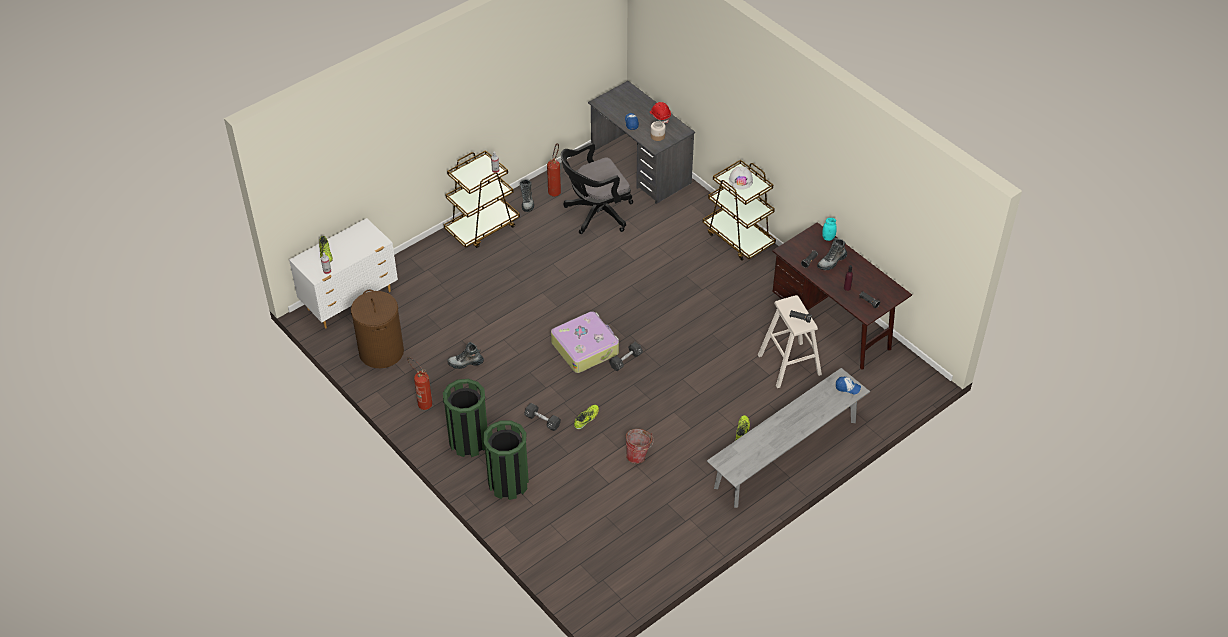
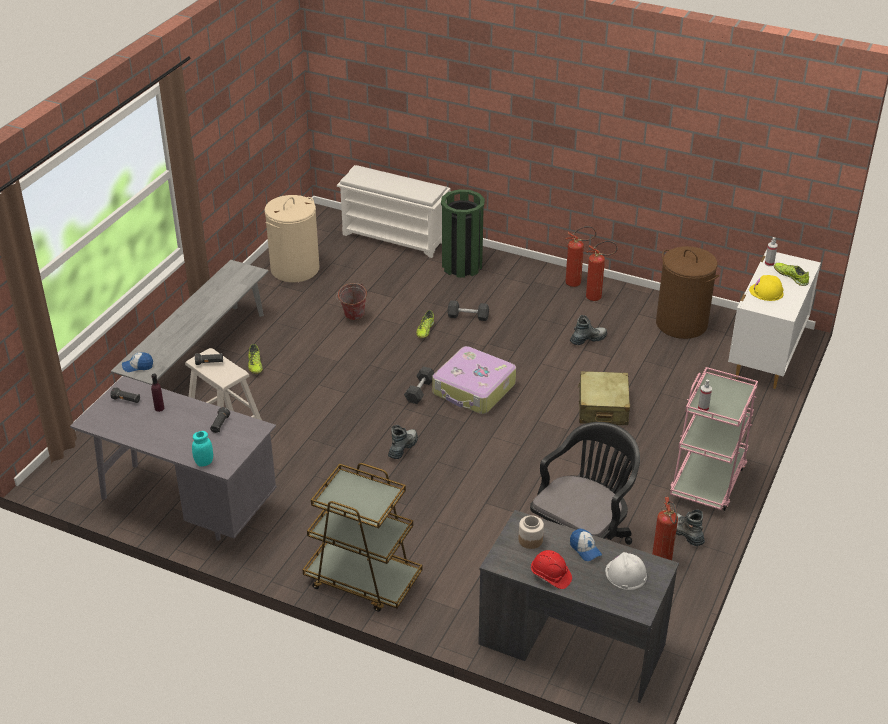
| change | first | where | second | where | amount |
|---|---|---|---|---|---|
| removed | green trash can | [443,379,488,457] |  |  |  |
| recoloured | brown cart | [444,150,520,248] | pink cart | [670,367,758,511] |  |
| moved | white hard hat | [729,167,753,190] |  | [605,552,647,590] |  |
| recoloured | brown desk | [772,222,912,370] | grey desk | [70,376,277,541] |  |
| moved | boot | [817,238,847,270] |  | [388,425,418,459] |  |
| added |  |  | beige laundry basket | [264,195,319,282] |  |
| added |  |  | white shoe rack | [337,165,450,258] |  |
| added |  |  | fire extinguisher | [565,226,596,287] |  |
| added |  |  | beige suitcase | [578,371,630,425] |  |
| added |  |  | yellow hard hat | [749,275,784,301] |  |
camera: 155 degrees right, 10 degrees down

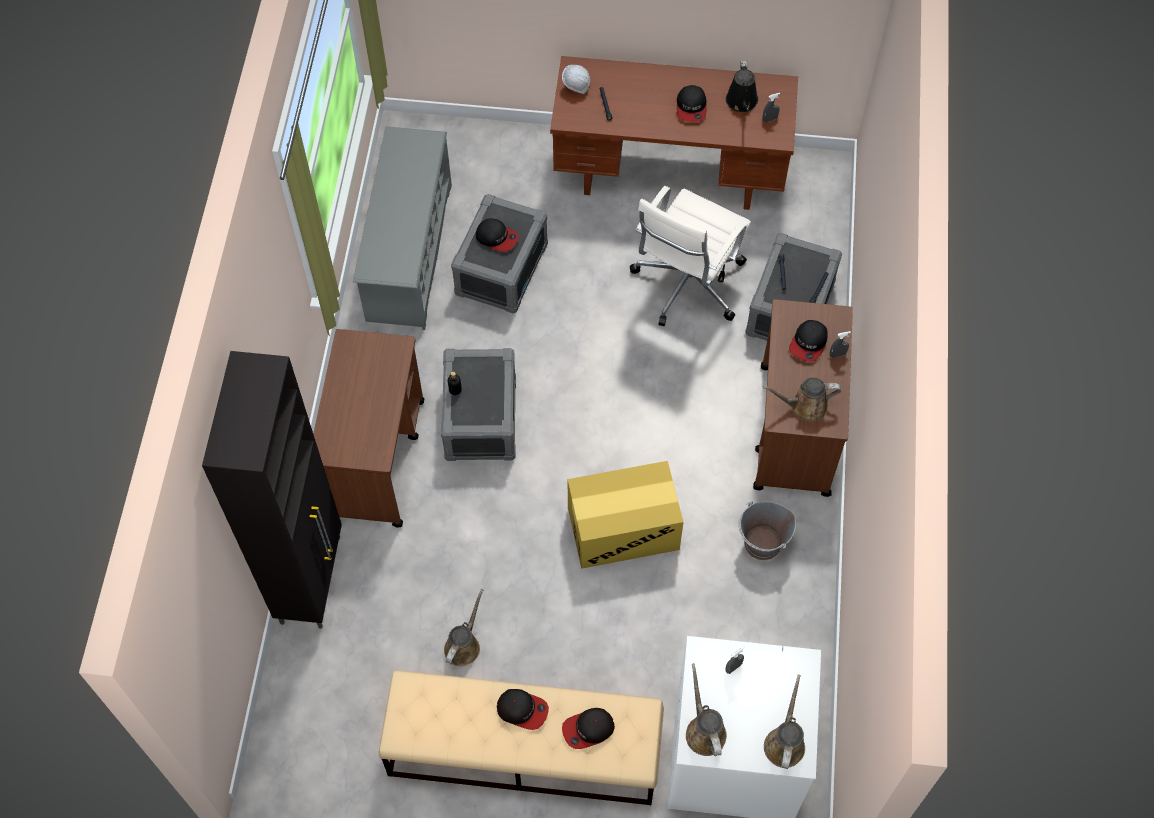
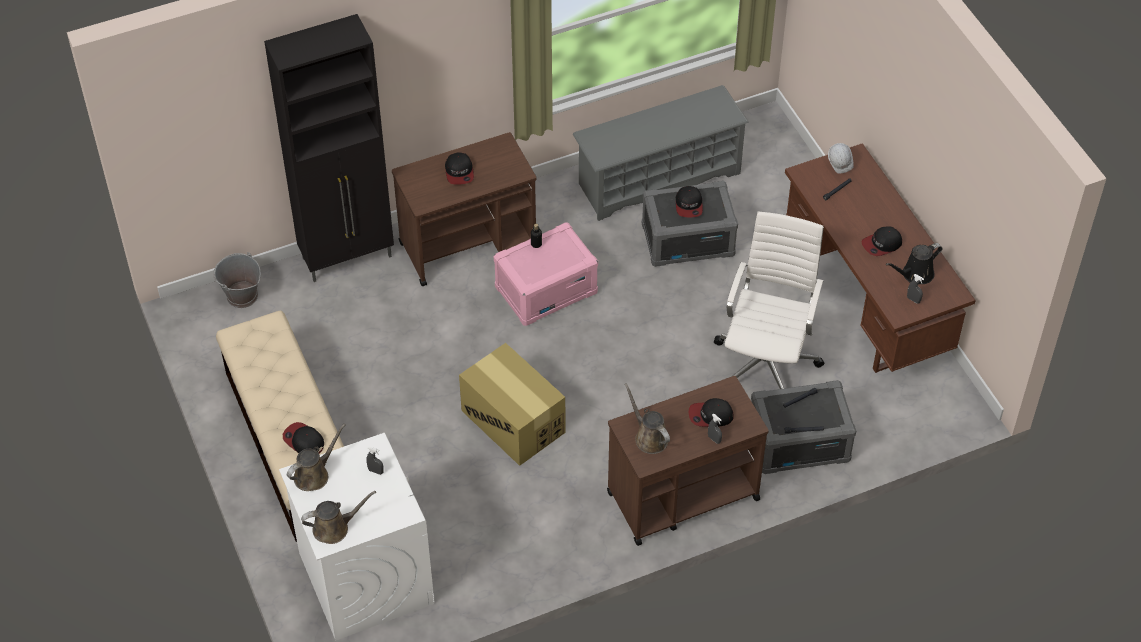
| change | first | where | second | where | amount |
|---|---|---|---|---|---|
| recoloured | grey storage box | [441,348,516,461] | pink storage box | [494,222,598,326] |  |
| removed | brown watering can | [444,589,483,666] |  |  |  |
| moved | cap | [497,689,549,730] |  | [445,152,474,185] |  |
| turned | white office chair | [630,186,751,326] |  | [714,212,824,389] | 105 degrees clockwise |
| moved | grey bucket | [739,501,796,560] |  | [213,252,261,308] |  |
camera: 60 degrees right, 10 degrees down

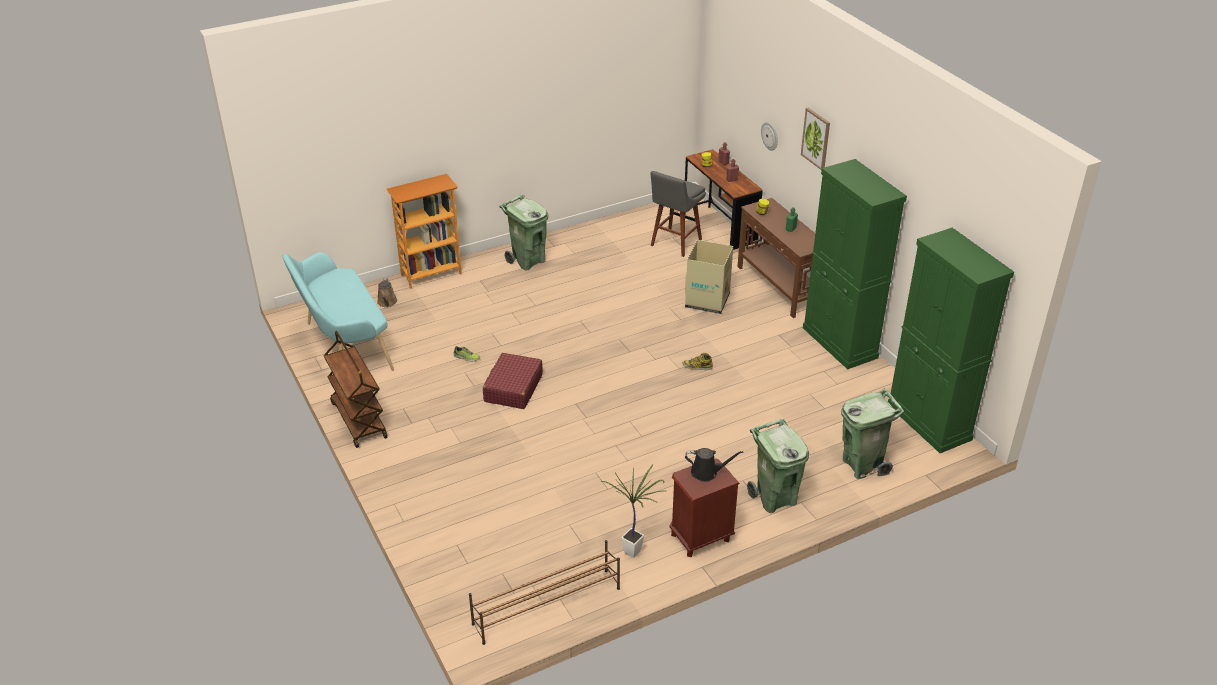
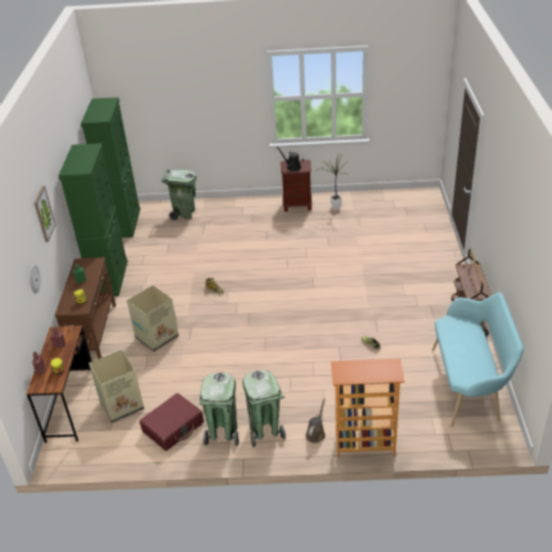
| change | first | where | second | where | amount |
|---|---|---|---|---|---|
| moved | brown watering can | [377,278,397,307] |  | [305,398,325,443] |  |
| removed | brown shoe rack | [469,540,620,645] |  |  |  |
| moved | red suitcase | [483,353,543,409] |  | [139,393,204,451] |  |
| replaced | grey stool | [650,171,706,257] | cardboard box | [89,350,144,423] |  |
| moved | green trash can | [747,419,809,513] |  | [199,373,239,446] |  |
camera: 150 degrees left, 0 degrees up

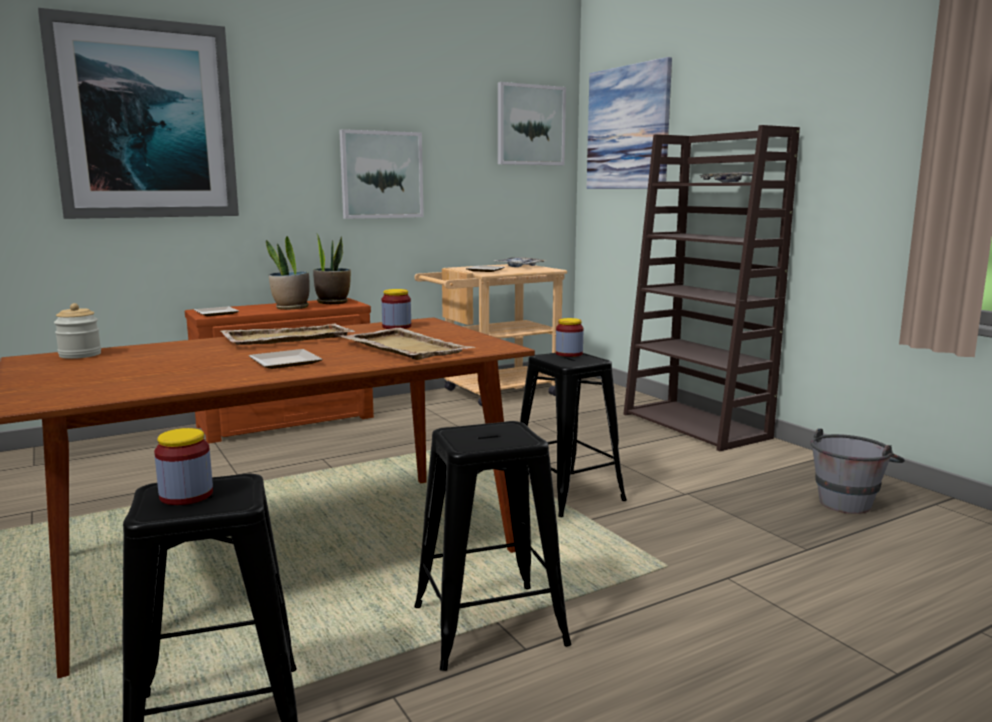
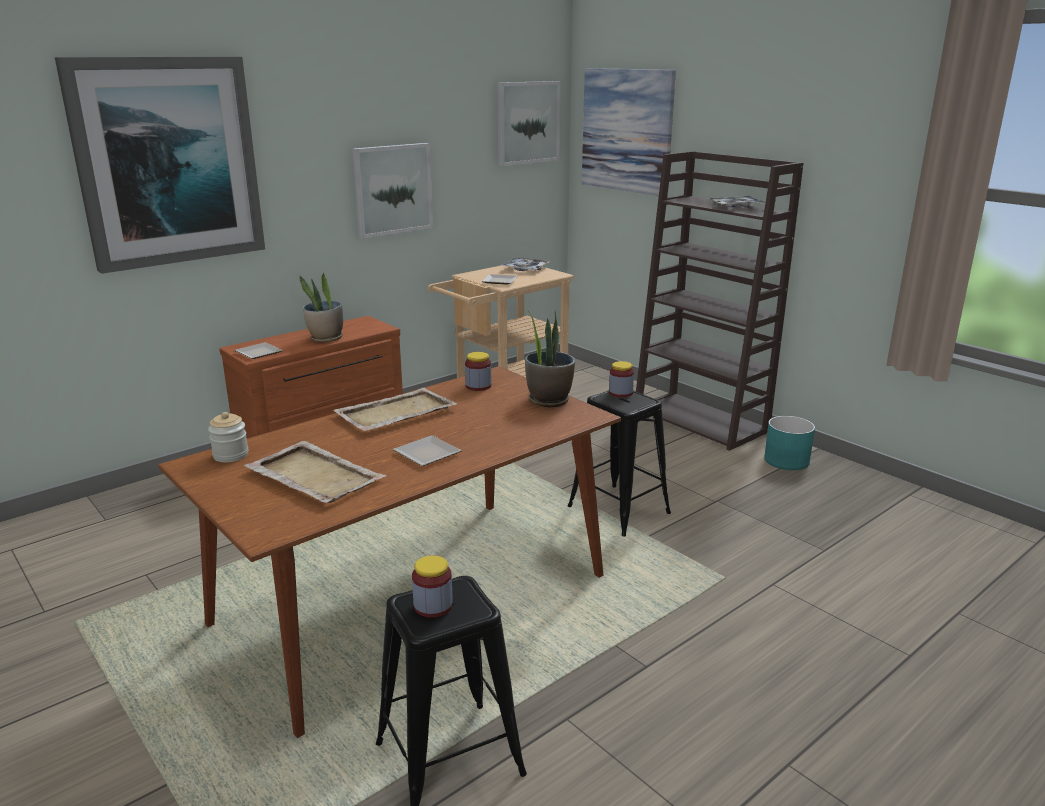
| change | first | where | second | where | amount |
|---|---|---|---|---|---|
| moved | potted plant | [313,233,351,304] |  | [525,310,575,408] |  |
| moved | beige tray | [340,328,475,360] |  | [244,441,386,503] |  |
| removed | black stool | [414,421,572,671] |  |  |  |
| removed | grey bucket | [811,428,905,514] |  |  |  |
| added |  |  | turquoise planter | [764,416,815,470] |  |
camera: 10 degrees left, 10 degrees up

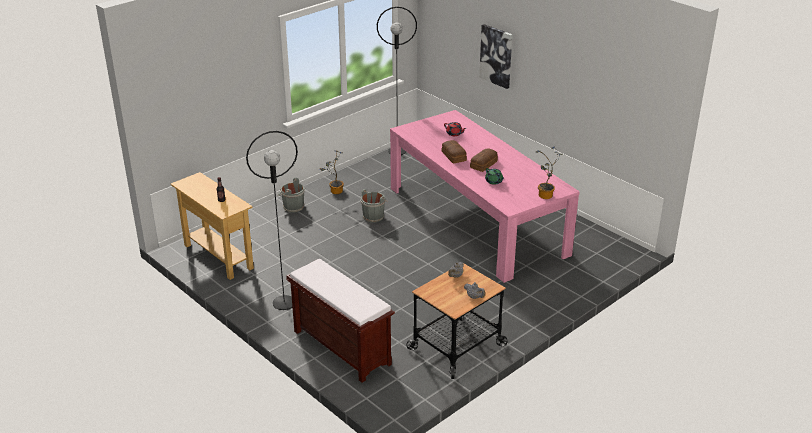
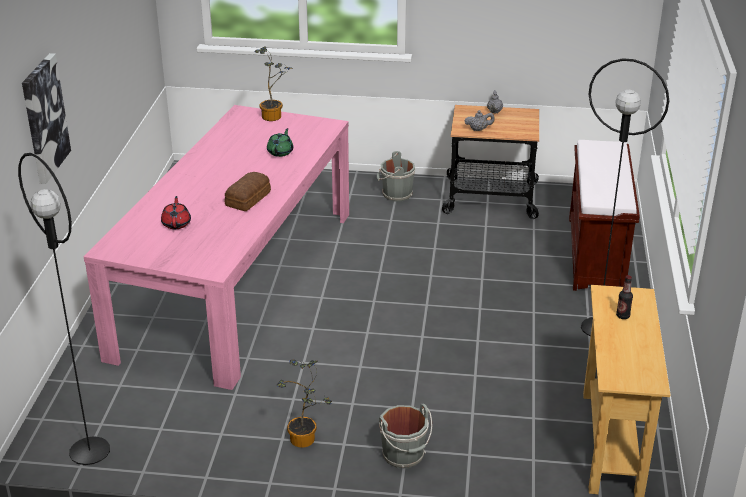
| change | first | where | second | where | amount |
|---|---|---|---|---|---|
| moved | grey bucket | [361,189,388,223] |  | [377,151,415,202] |  |
| removed | bread | [470,148,498,172] |  |  |  |
camera: 130 degrees left, 0 degrees up

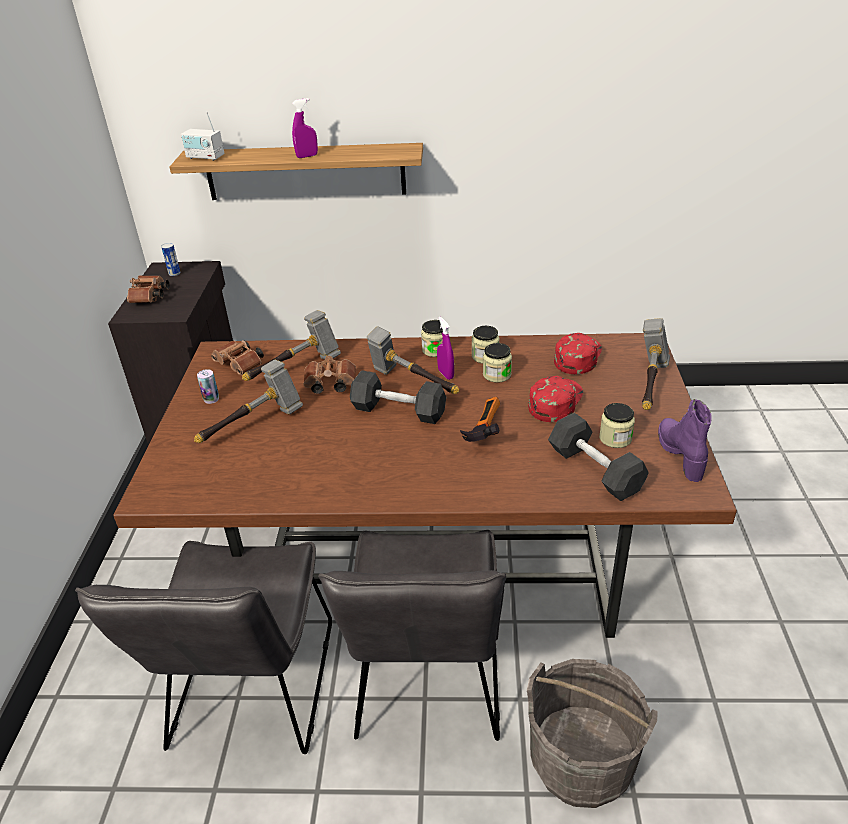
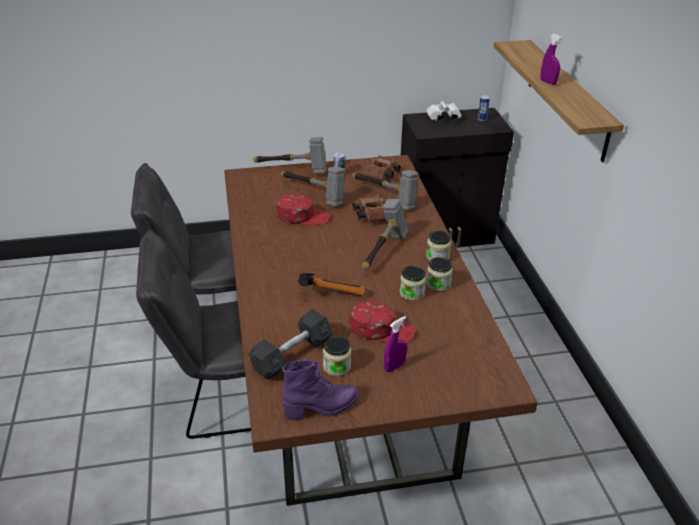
| change | first | where | second | where | amount |
|---|---|---|---|---|---|
| recoloured | brown binoculars | [127,275,170,303] | white binoculars | [426,100,461,123] |  |
| removed | radio | [181,112,224,161] |  |  |  |
| removed | grey dumbbell | [350,370,446,424] |  |  |  |
| moved | purple spray bottle | [437,317,454,380] |  | [384,316,407,372] |  |
| removed | grey bucket | [527,659,658,808] |  |  |  |
| moved | red cap | [554,333,602,374] |  | [276,194,330,226] |  |
| moved | hammer | [642,318,670,410] |  | [253,137,327,174] |  |
camera: 75 degrees right, 0 degrees up

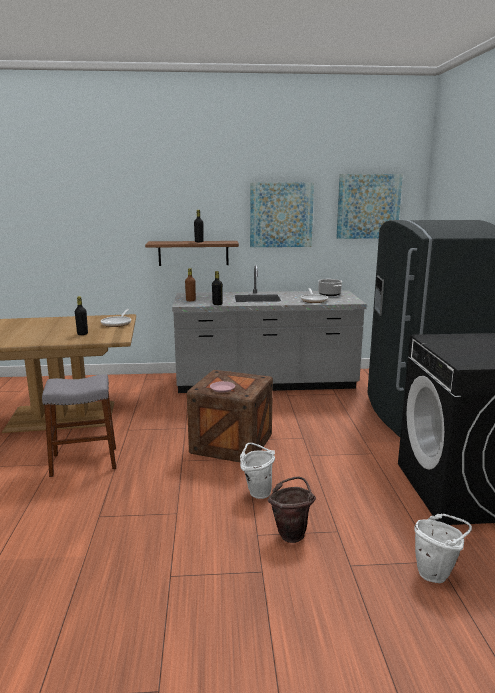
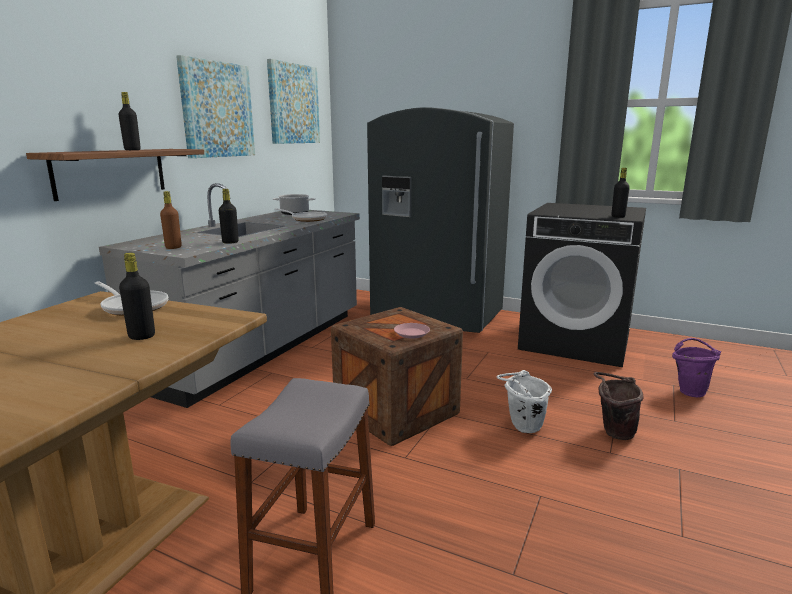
| change | first | where | second | where | amount |
|---|---|---|---|---|---|
| recoloured | white bucket | [414,514,472,583] | purple bucket | [672,338,721,397] |  |
| added |  |  | black bottle | [611,168,630,218] |  |
camera: 60 degrees left, 0 degrees up

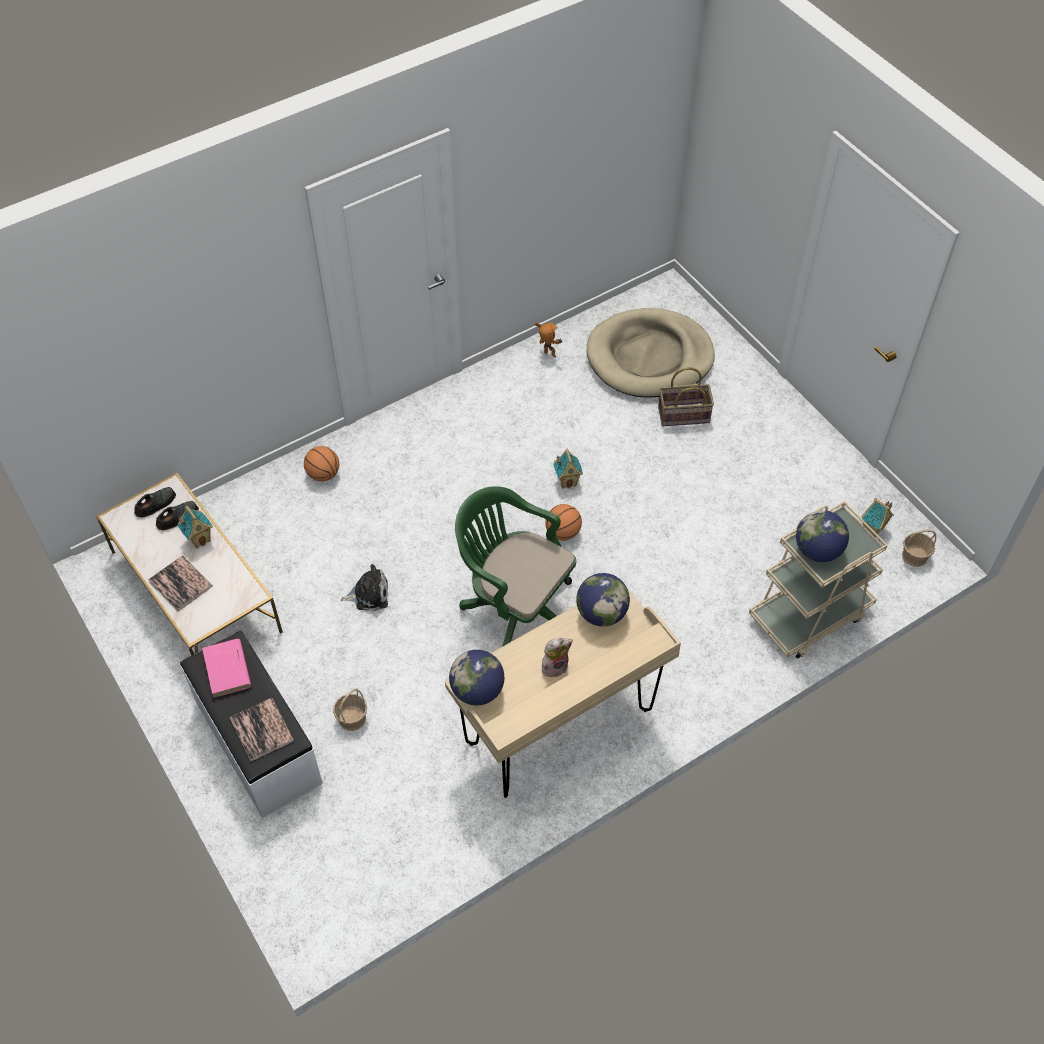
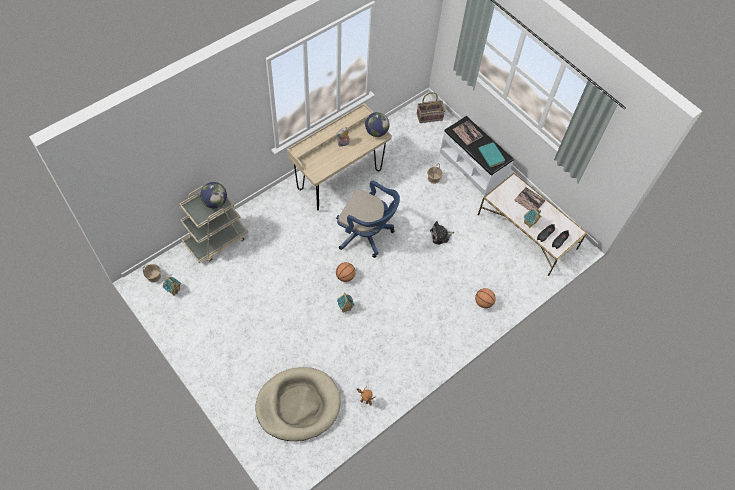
| change | first | where | second | where | amount |
|---|---|---|---|---|---|
| recoloured | pink book | [202,639,251,698] | turquoise book | [478,142,505,168] |  |
| recoloured | green office chair | [455,486,576,647] | blue office chair | [336,180,400,258] |  |
| removed | globe | [576,573,630,626] |  |  |  |
| moved | basket | [658,367,714,426] |  | [417,92,445,123] |  |
camera: 170 degrees right, 5 degrees up

